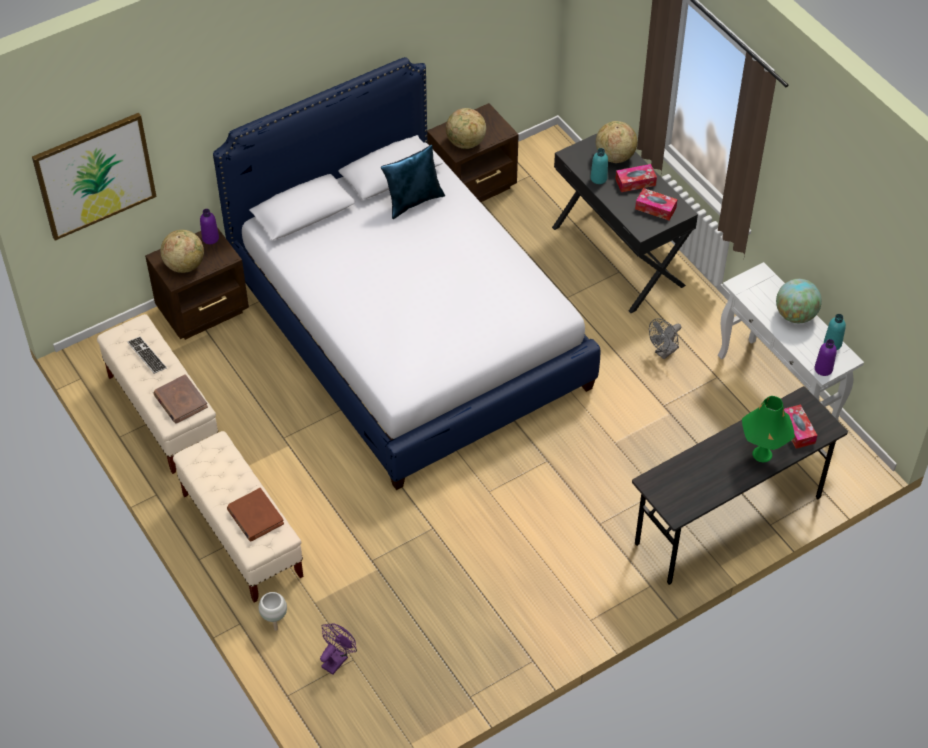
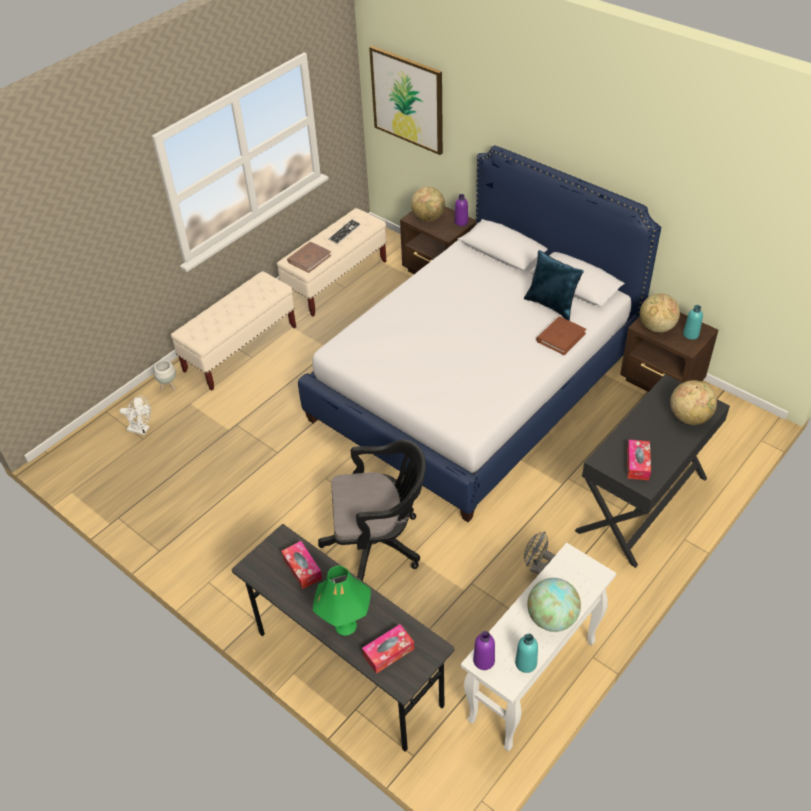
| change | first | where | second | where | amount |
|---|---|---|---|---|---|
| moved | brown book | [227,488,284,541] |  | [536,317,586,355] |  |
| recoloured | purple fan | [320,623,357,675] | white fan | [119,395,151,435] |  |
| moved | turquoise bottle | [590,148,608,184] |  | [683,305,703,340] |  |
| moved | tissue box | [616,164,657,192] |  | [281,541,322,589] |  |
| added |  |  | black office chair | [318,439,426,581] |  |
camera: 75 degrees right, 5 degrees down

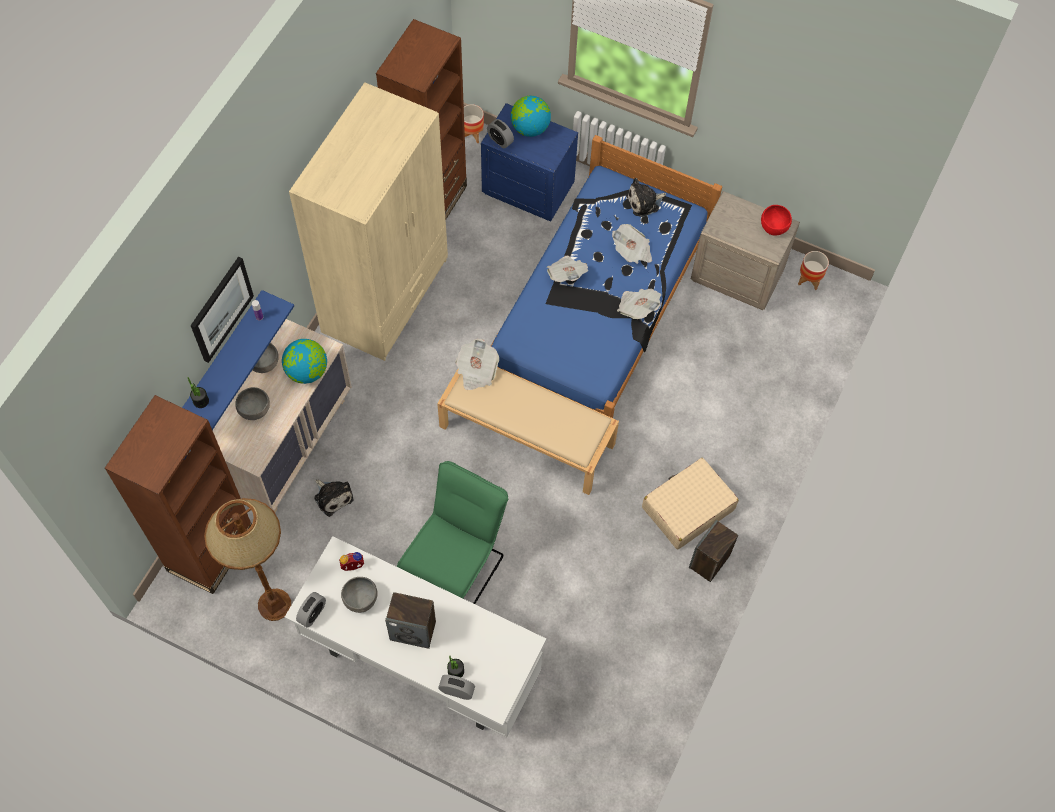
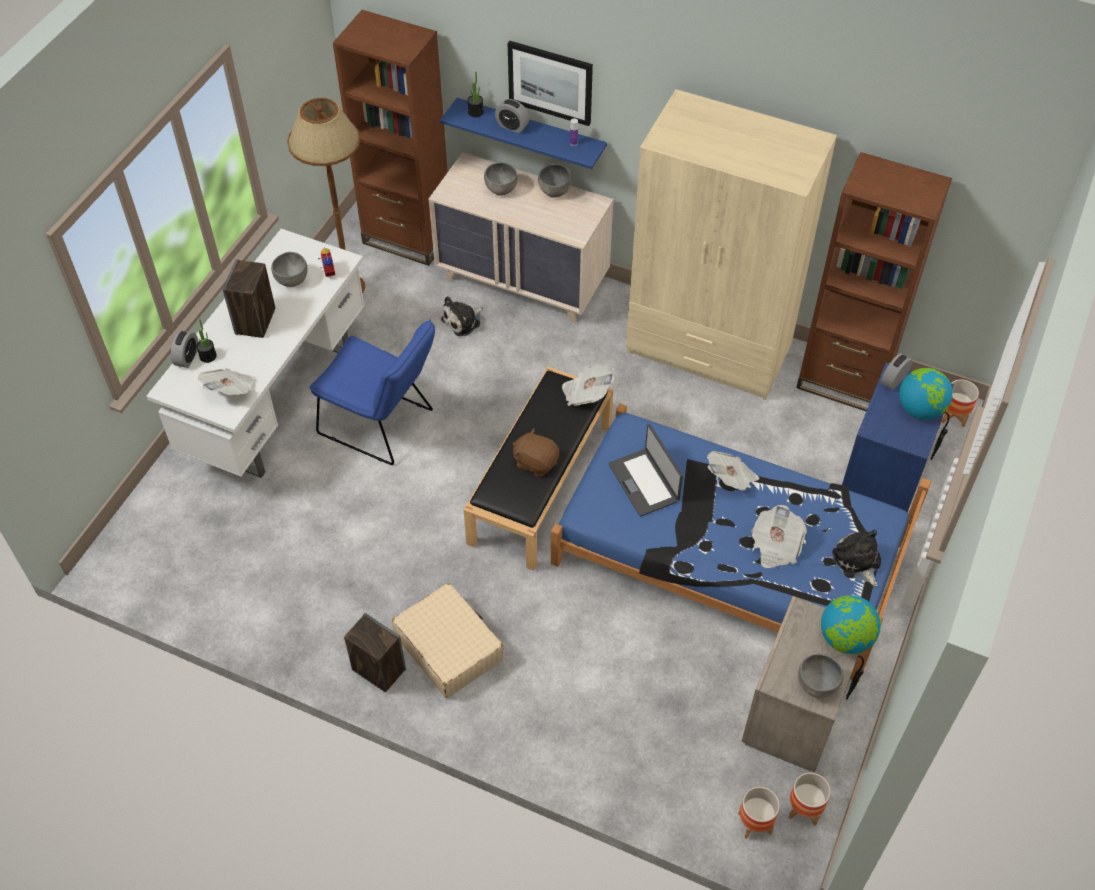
| change | first | where | second | where | amount |
|---|---|---|---|---|---|
| moved | globe | [282,339,327,384] |  | [821,595,881,654] |  |
| moved | alarm clock | [296,592,326,628] |  | [495,99,530,133] |  |
| recoloured | green chair | [397,461,508,604] | blue chair | [309,319,435,465] |  |
| recoloured | beige bench | [437,367,619,495] | black bench | [464,367,613,571] |  |
| moved | newspaper | [617,289,661,319] |  | [198,368,256,395] |  |
| recoloured | red bowl | [761,205,792,236] | grey bowl | [798,654,844,698] |  |
| added |  |  | brown plush toy | [513,428,559,477] |  |
| added |  |  | laptop | [608,424,683,517] |  |
| added |  |  | planter | [738,787,780,839] |  |
camera: 90 degrees right, 10 degrees down

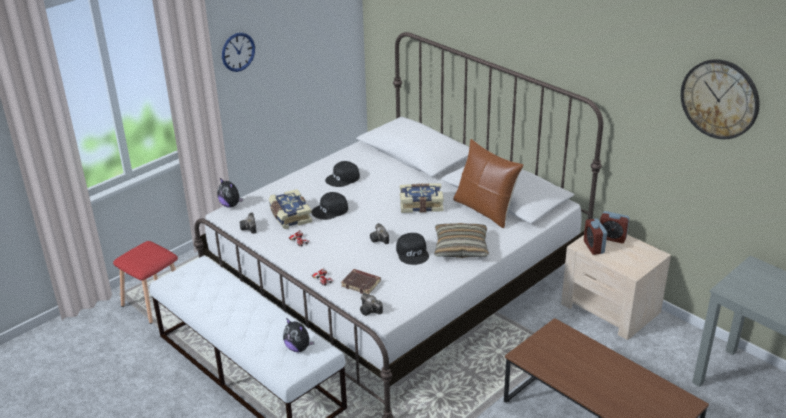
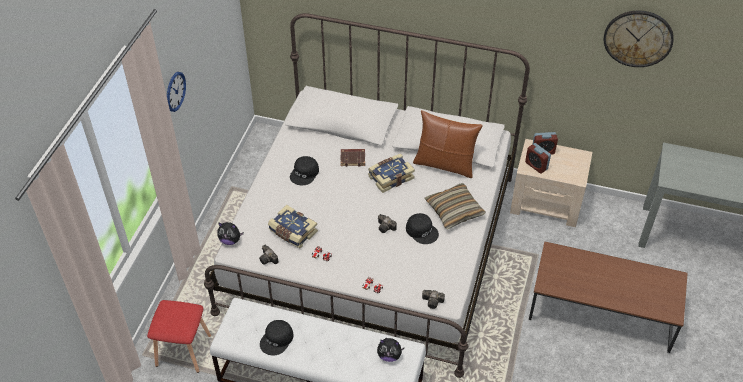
| change | first | where | second | where | amount |
|---|---|---|---|---|---|
| moved | black cap | [312,192,348,220] |  | [260,320,293,355] |  |
| moved | brown book | [341,269,381,294] |  | [341,149,365,167] |  |
camera: 30 degrees left, 15 degrees up

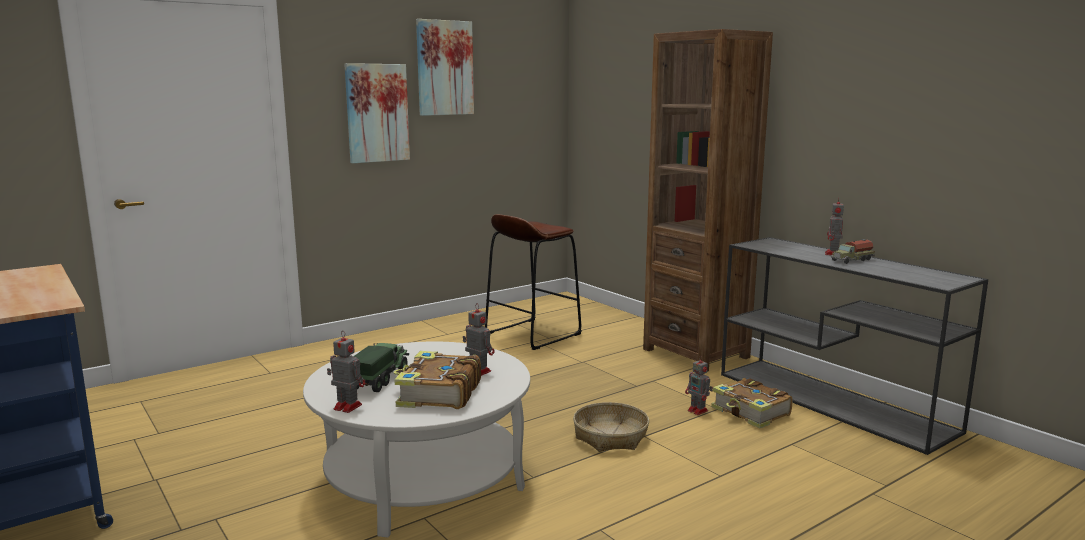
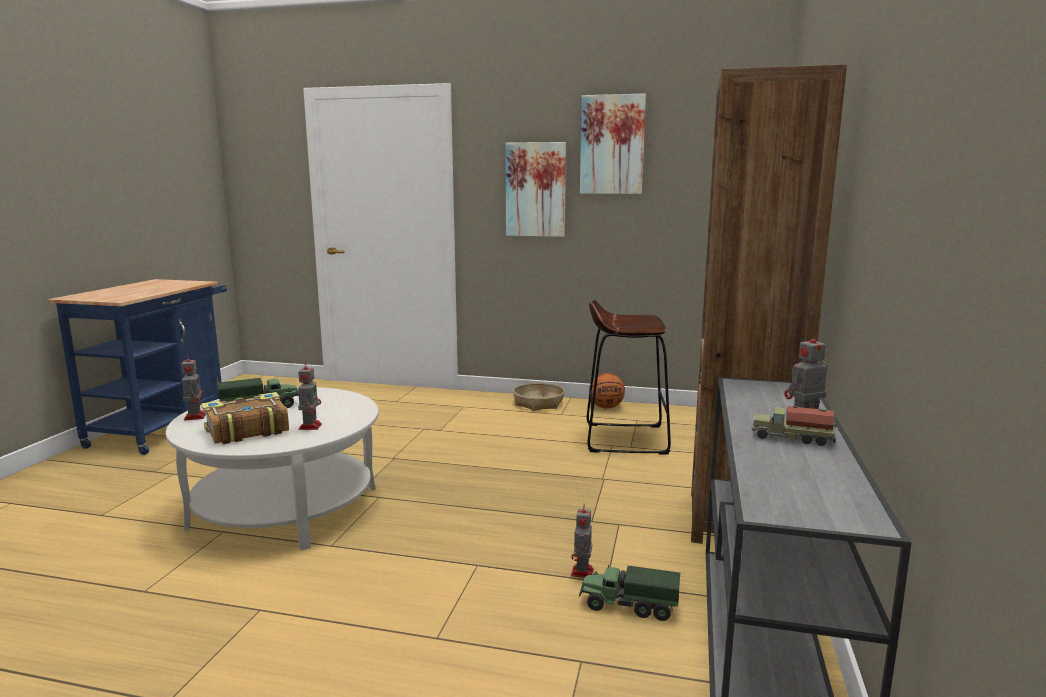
| change | first | where | second | where | amount |
|---|---|---|---|---|---|
| moved | basket | [573,402,649,452] |  | [513,383,565,411] |  |
| replaced | book | [711,378,793,428] | toy truck | [579,564,680,621] |  |
| added |  |  | basketball | [589,373,625,409] |  |
camera: 50 degrees right, 0 degrees up

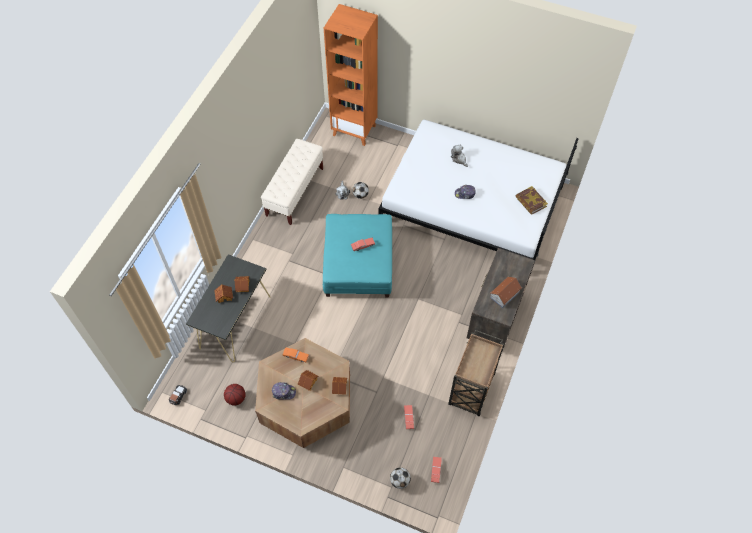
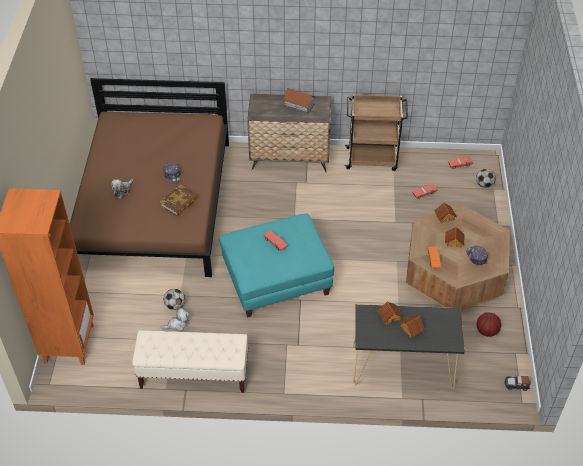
| change | first | where | second | where | amount |
|---|---|---|---|---|---|
| recoloured | white bed | [378,120,579,275] | brown bed | [70,78,229,277] |  |
| moved | book | [515,186,548,215] |  | [160,185,198,216] |  |
camera: 110 degrees left, 10 degrees down

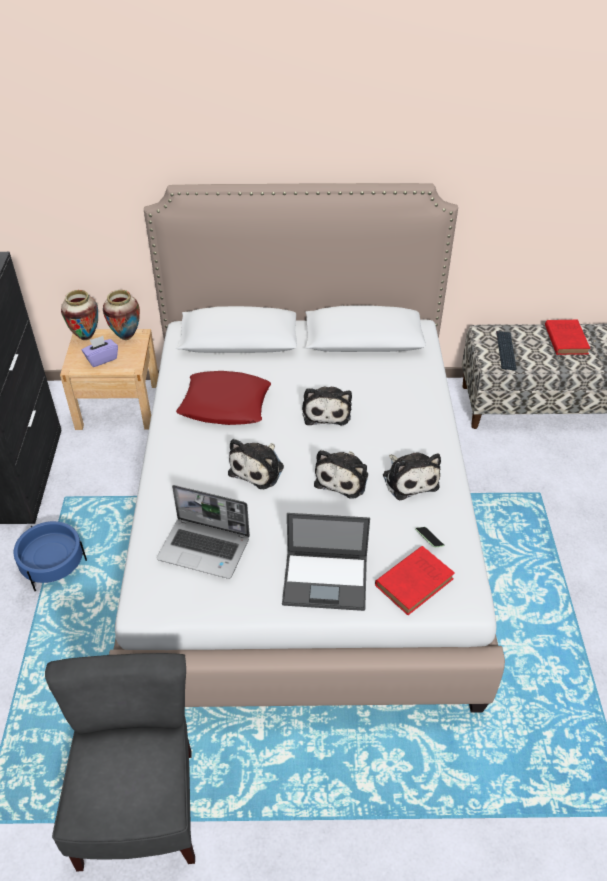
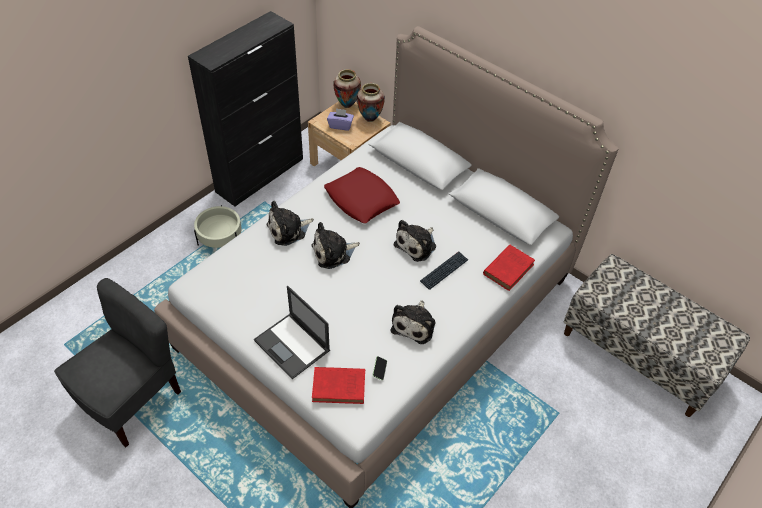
| change | first | where | second | where | amount |
|---|---|---|---|---|---|
| recoloured | blue planter | [14,521,87,592] | beige planter | [194,205,242,248] |  |
| removed | laptop | [157,485,250,579] |  |  |  |
| moved | plush toy | [314,450,368,499] |  | [266,201,314,246] |  |
| moved | keyboard | [496,331,516,370] |  | [420,251,468,290] |  |
| moved | red book | [545,320,590,355] |  | [483,245,535,291] |  |
camera: 40 degrees right, 5 degrees up

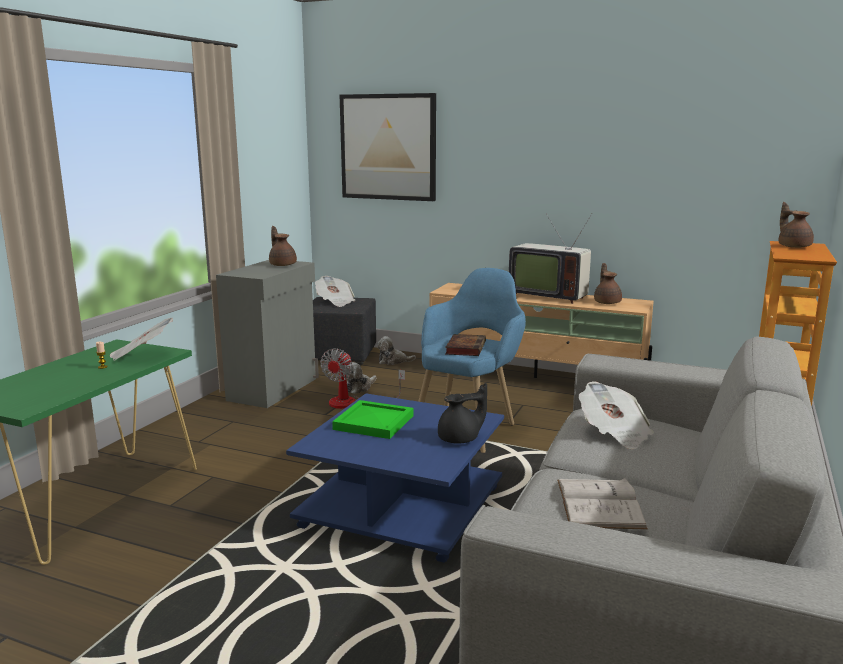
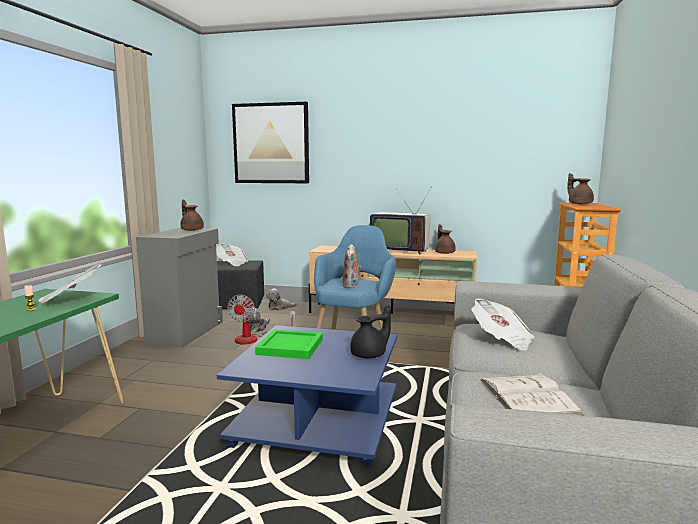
| change | first | where | second | where | amount |
|---|---|---|---|---|---|
| replaced | book | [445,334,486,356] | plush toy | [342,244,361,289] |  |
camera: 10 degrees left, 5 degrees down

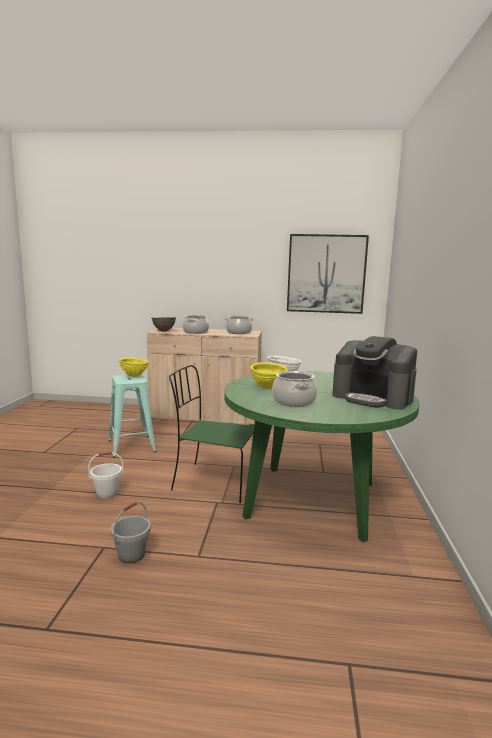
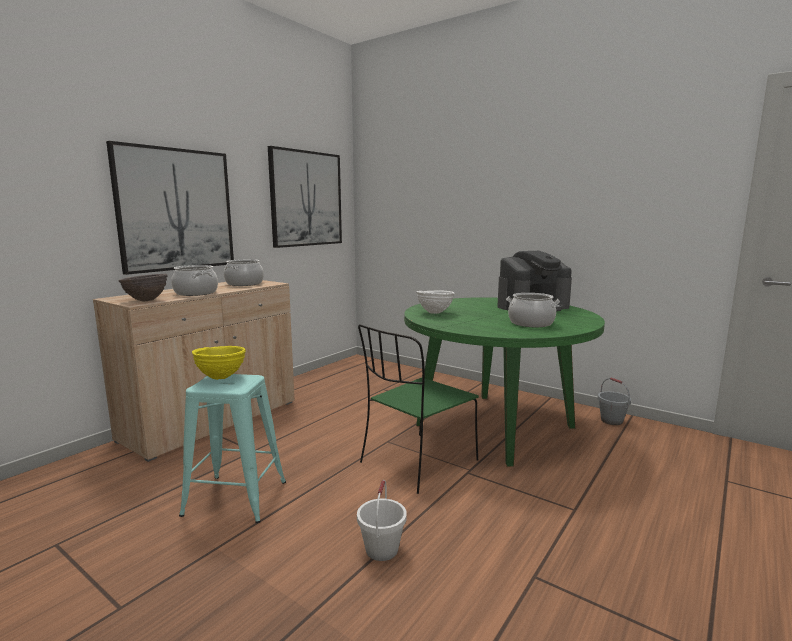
| change | first | where | second | where | amount |
|---|---|---|---|---|---|
| moved | grey bucket | [111,502,151,564] |  | [598,378,631,425] |  |
| removed | yellow bowl | [250,362,288,389] |  |  |  |
| added |  |  | picture | [106,141,234,275] |  |
camera: 60 degrees left, 0 degrees up

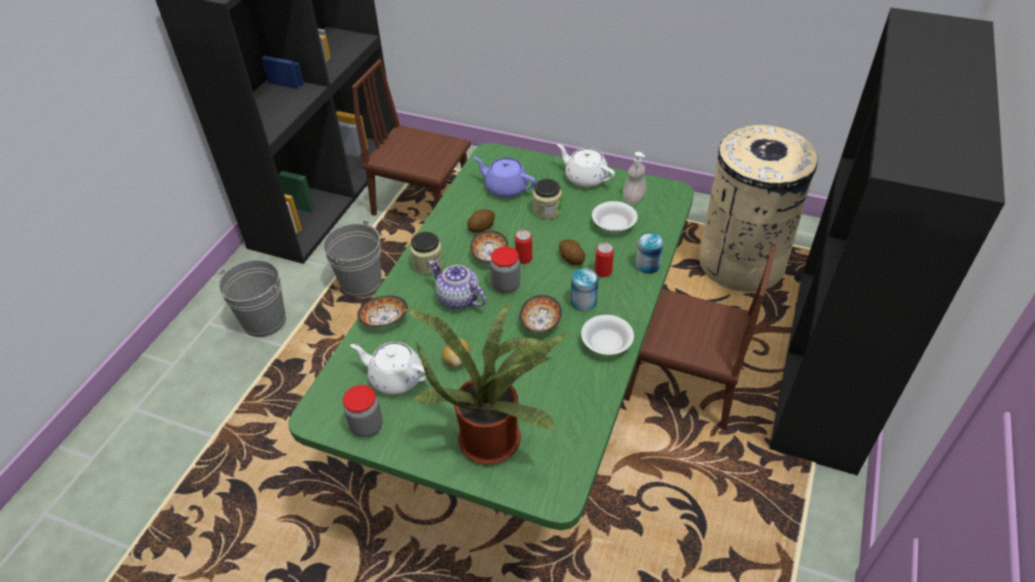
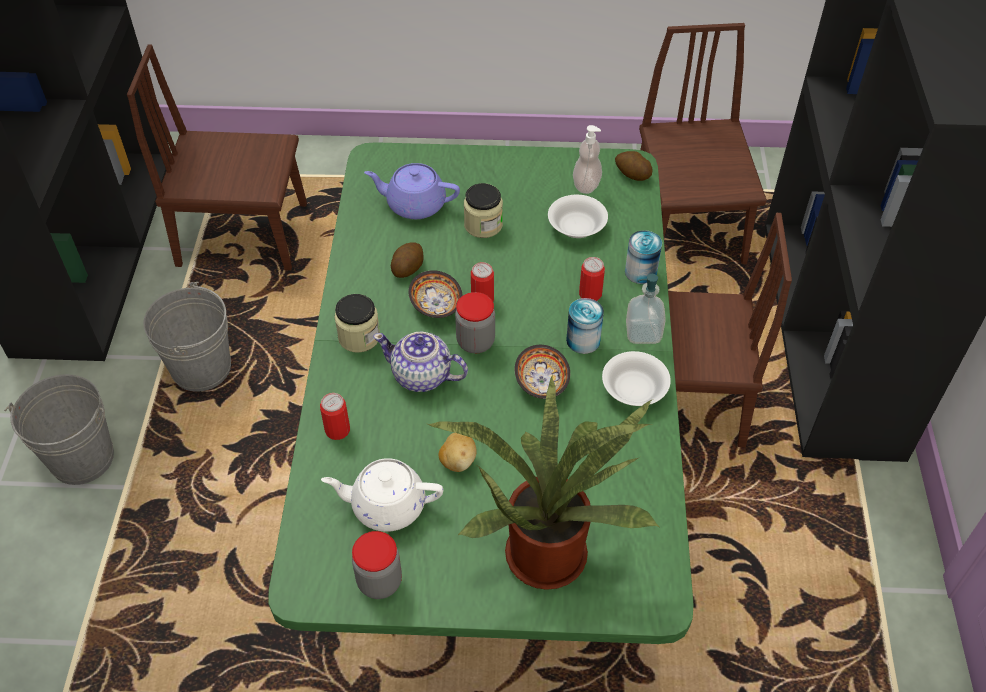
| change | first | where | second | where | amount |
|---|---|---|---|---|---|
| replaced | bowl | [357,295,408,327] | can | [320,393,350,440] |  |
| removed | white teapot | [557,144,615,188] |  |  |  |
| moved | potato | [559,239,585,265] |  | [615,151,653,181] |  |
| replaced | beige trash can | [699,125,818,292] | brown chair | [639,23,767,264] |  |
| added |  |  | soap dispenser | [626,274,666,344] |  |
camera: 20 degrees left, 5 degrees up

